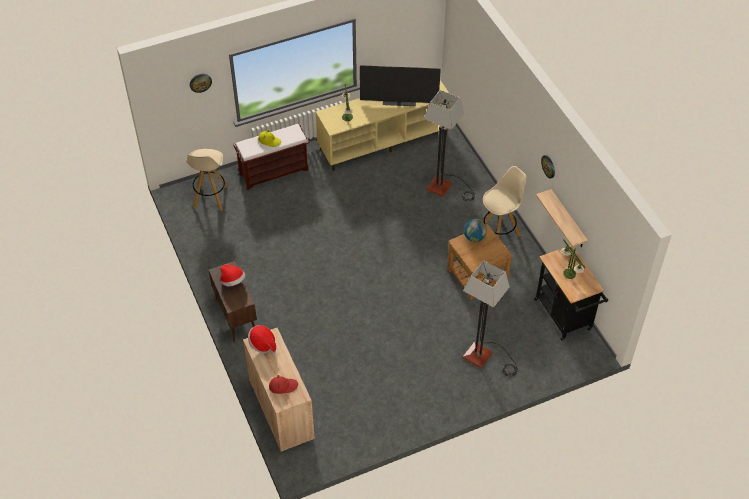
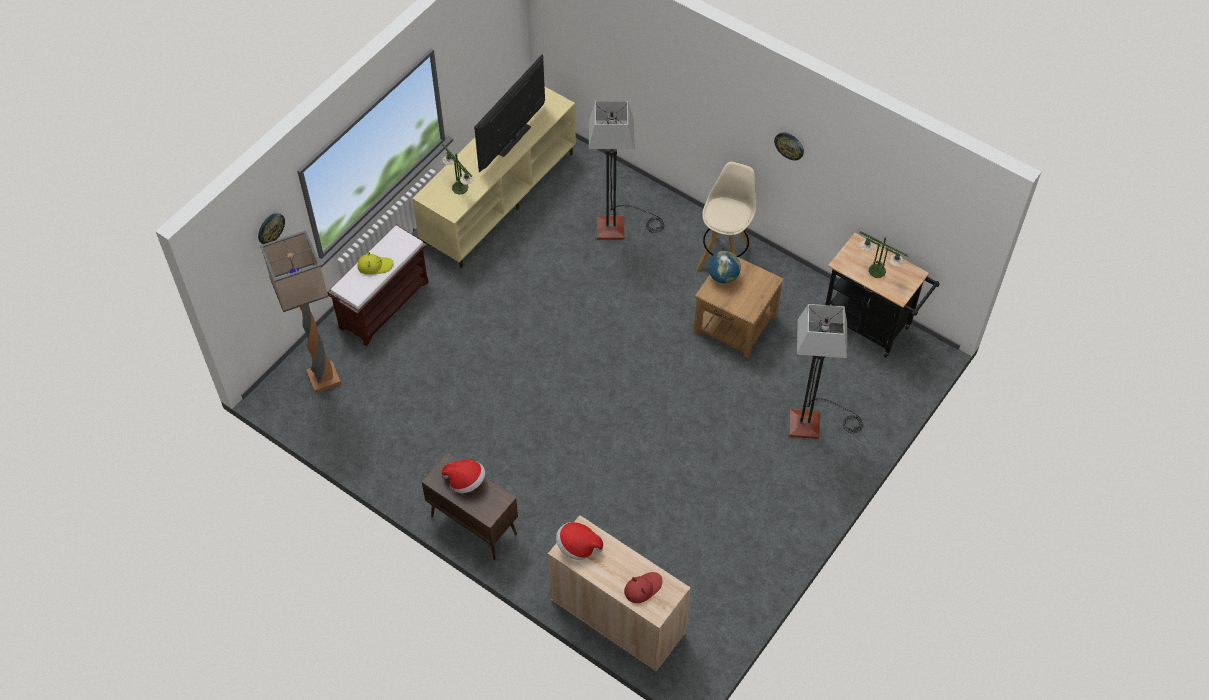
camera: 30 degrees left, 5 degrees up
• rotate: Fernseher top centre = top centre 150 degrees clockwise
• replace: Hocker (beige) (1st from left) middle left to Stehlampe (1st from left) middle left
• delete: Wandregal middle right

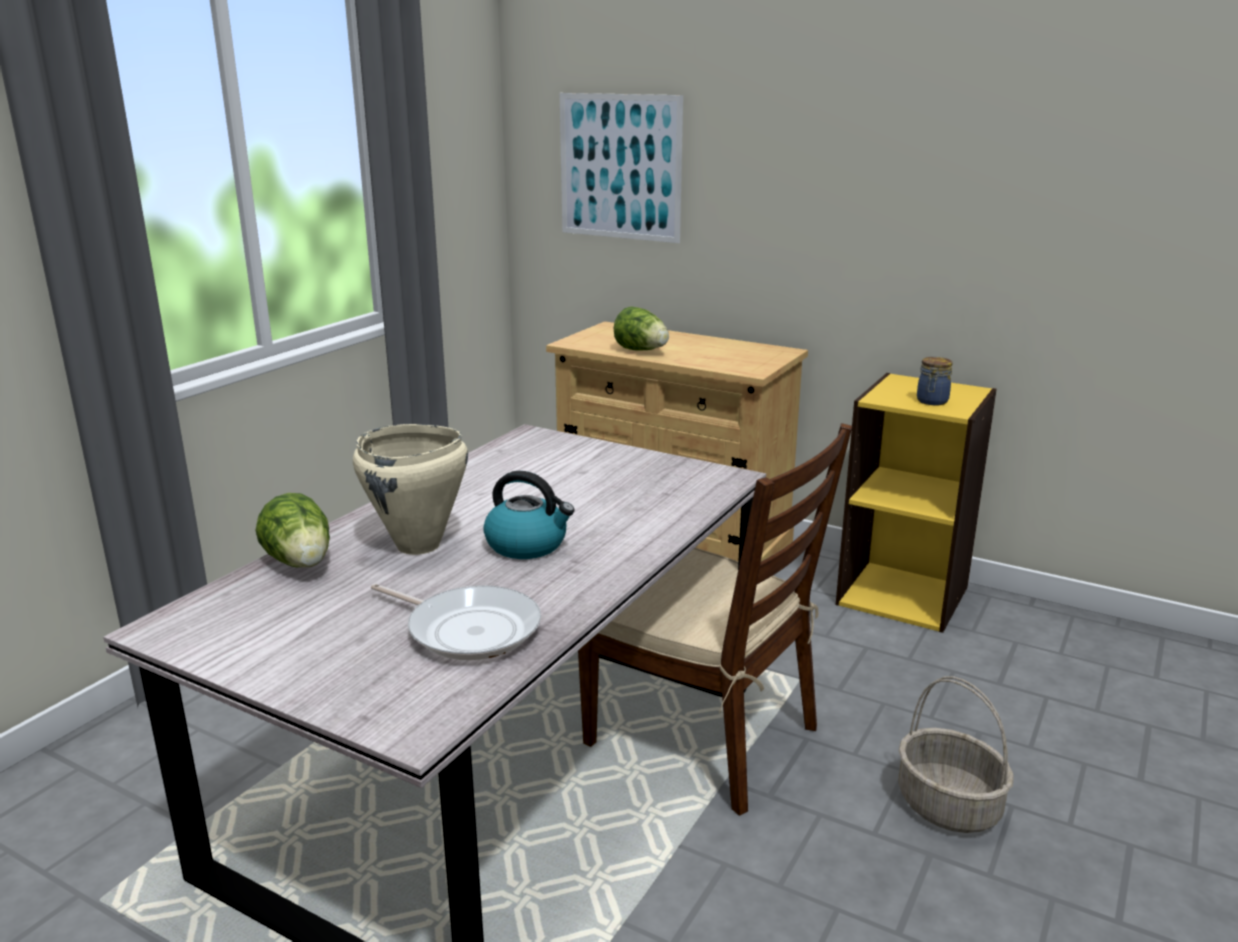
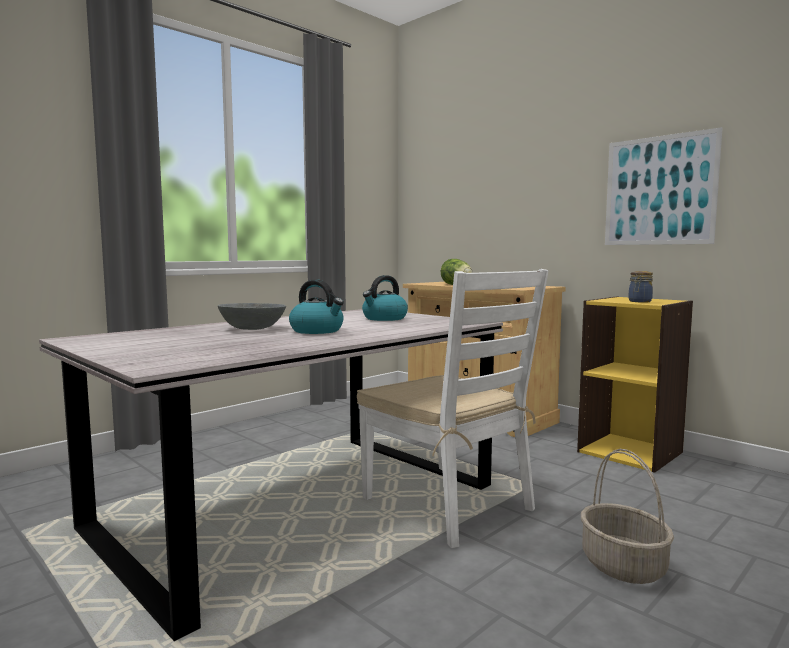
camera: 15 degrees right, 15 degrees down
• move: Bild top centre to top right
• recolor: Stuhl (braun) centre to Stuhl (weiß) centre
• replace: Kochtopf (beige) middle left to Schüssel (grau) middle left
• delete: Salatkopf (1st from left) middle left
• delete: Pfanne centre
• insert: Wasserkessel (2nd from left) centre

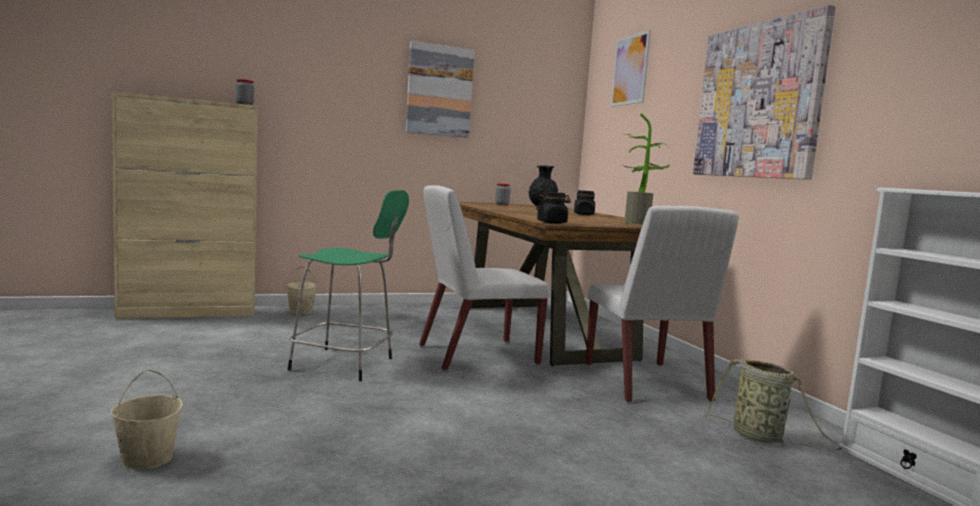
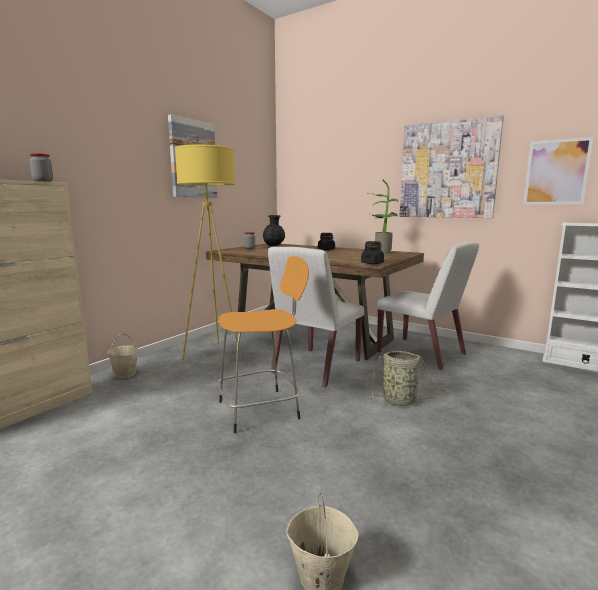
camera: 35 degrees left, 5 degrees up
• move: Bild (2nd from left in the first image) top centre to Bild (3rd from left) top right
• recolor: Hocker (grün) centre to Hocker (orange) centre
• move: Korb bottom right to middle right
• insert: Stehlampe (gelb) centre

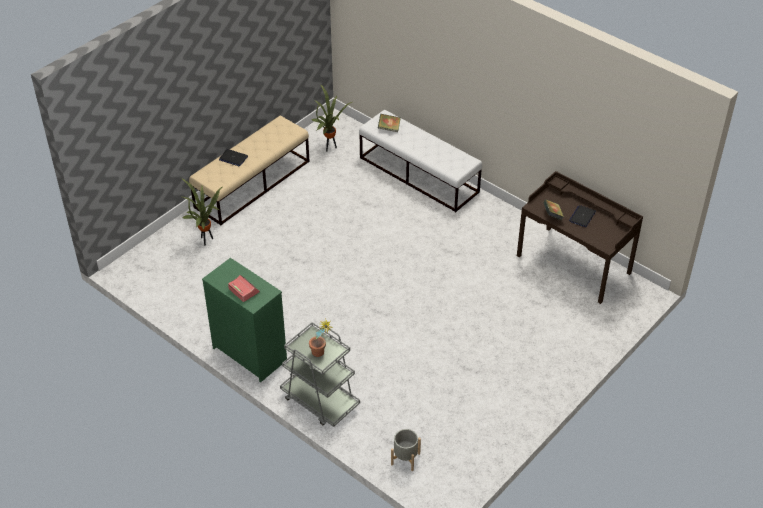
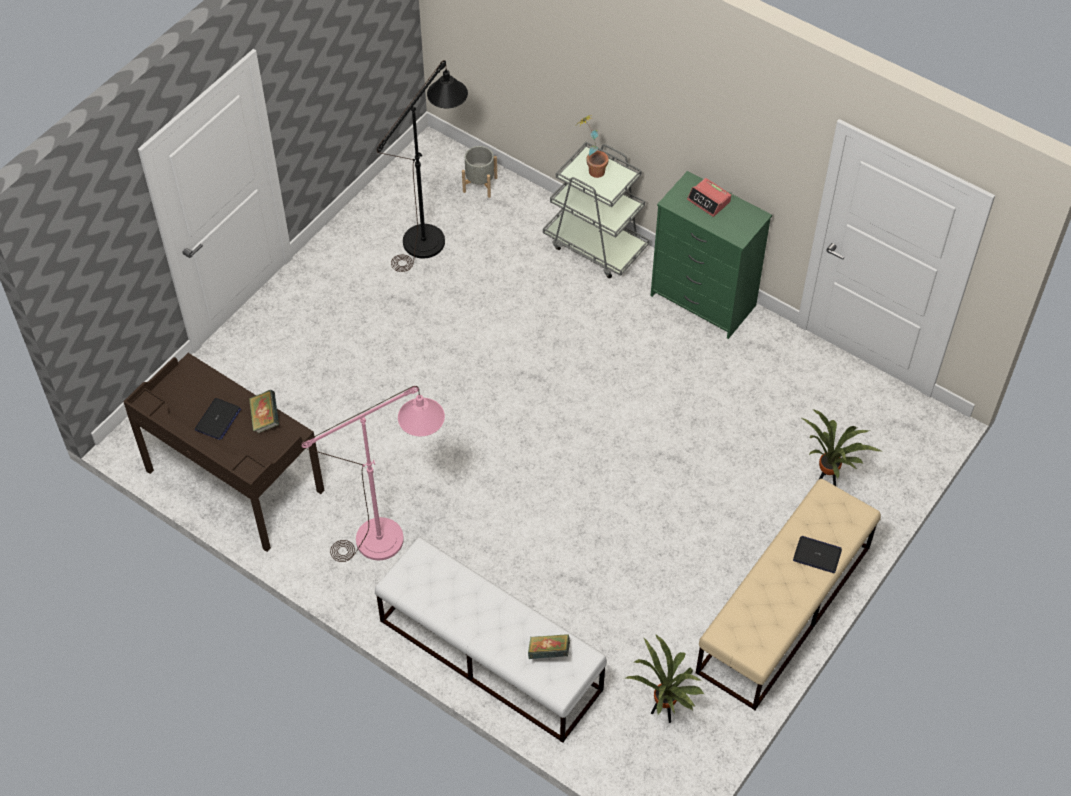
camera: 175 degrees right, 10 degrees up
• insert: Stehlampe (schwarz) top centre
• insert: Stehlampe (rosa) centre

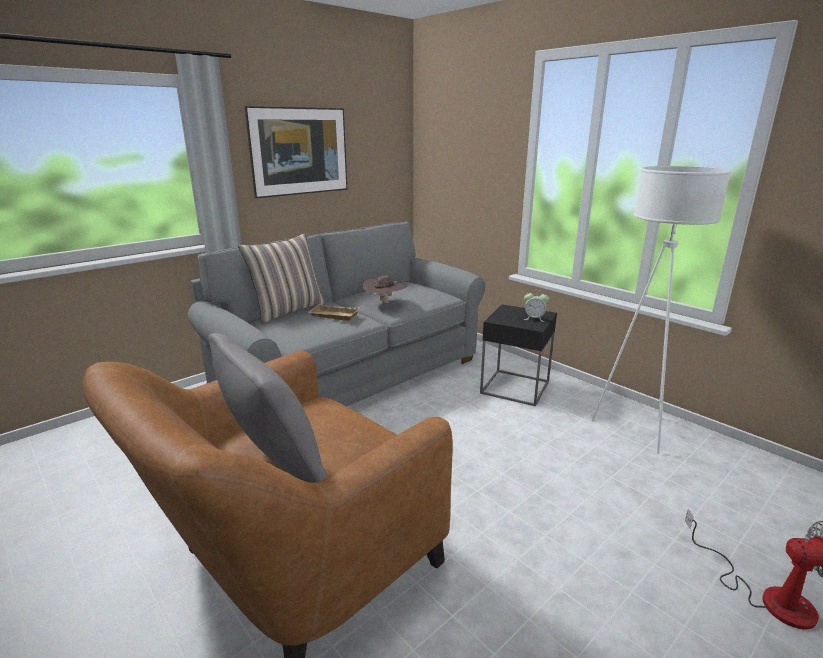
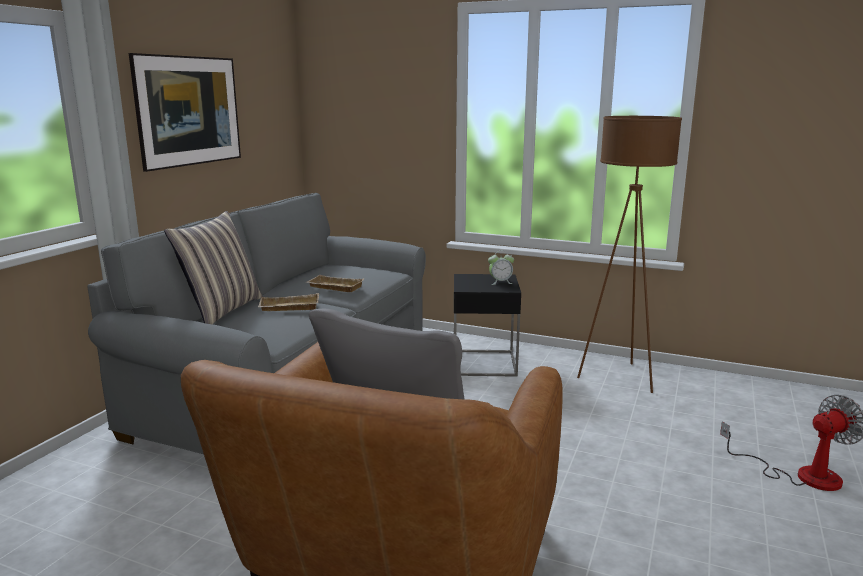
camera: 25 degrees left, 5 degrees down
• recolor: Stehlampe (weiß) middle right to Stehlampe (braun) middle right
• replace: Hut (braun) centre to Tablett (beige) (2nd from left) centre

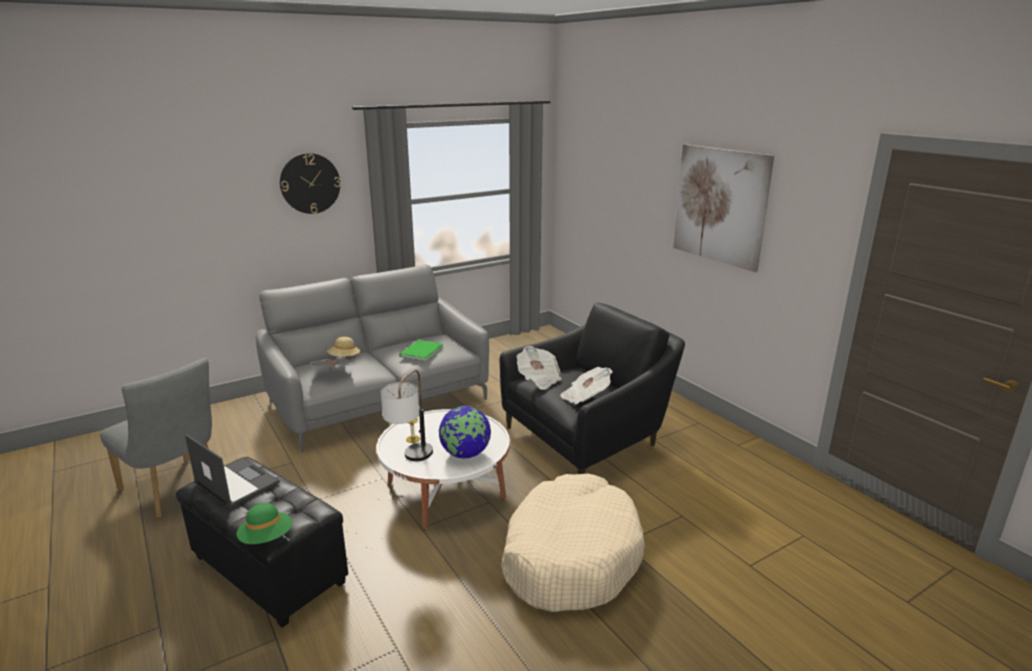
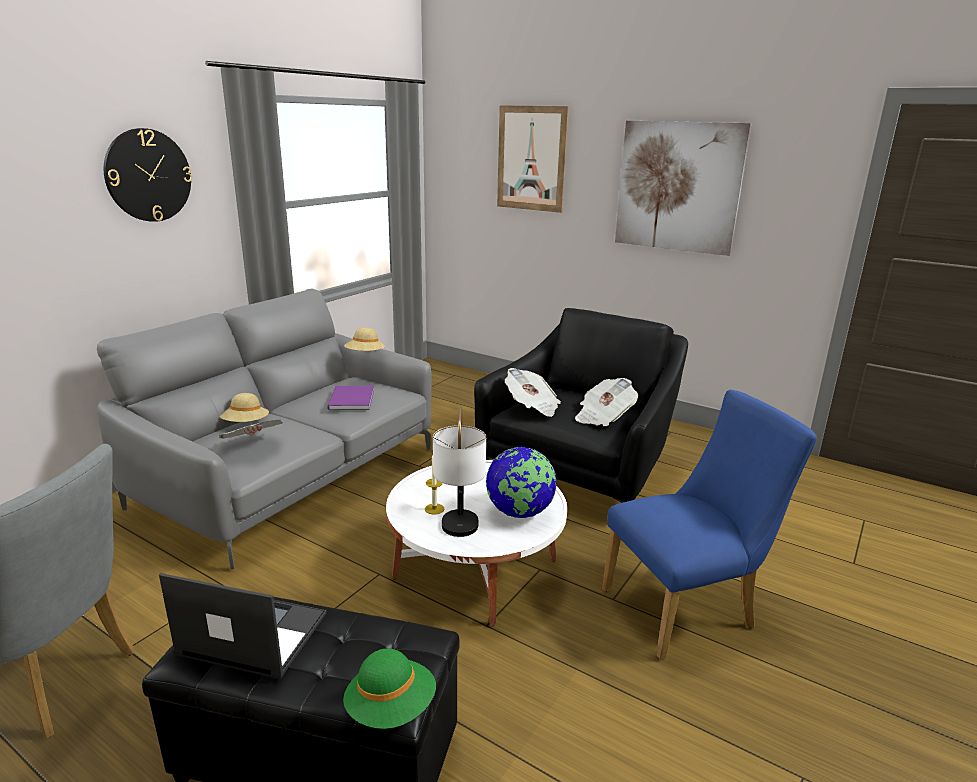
camera: 25 degrees left, 0 degrees up
• recolor: Buch (grün) centre to Buch (lila) centre
• replace: Hundebett (beige) bottom centre to Stuhl (blau) bottom right
• insert: Bild (1st from left) top centre
• insert: Hut (beige) (2nd from left) centre

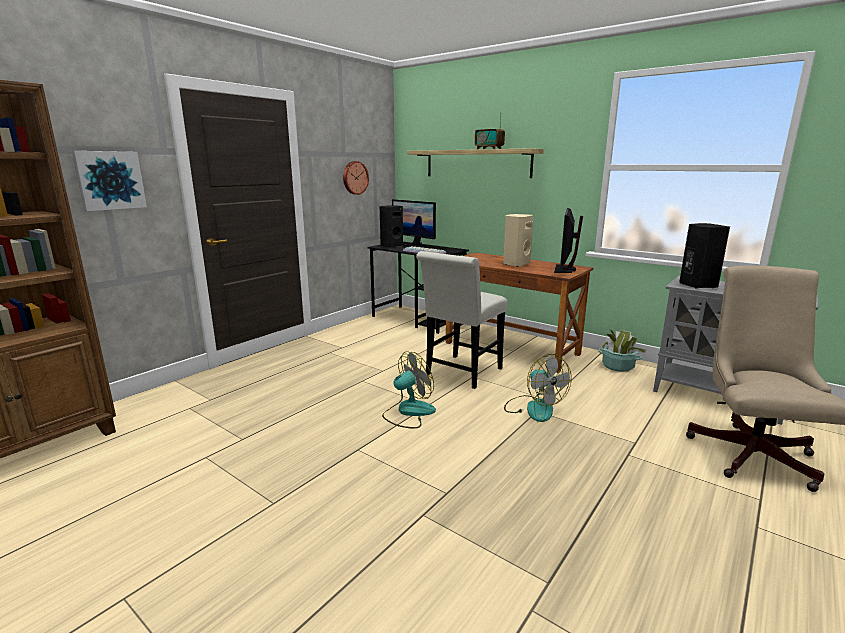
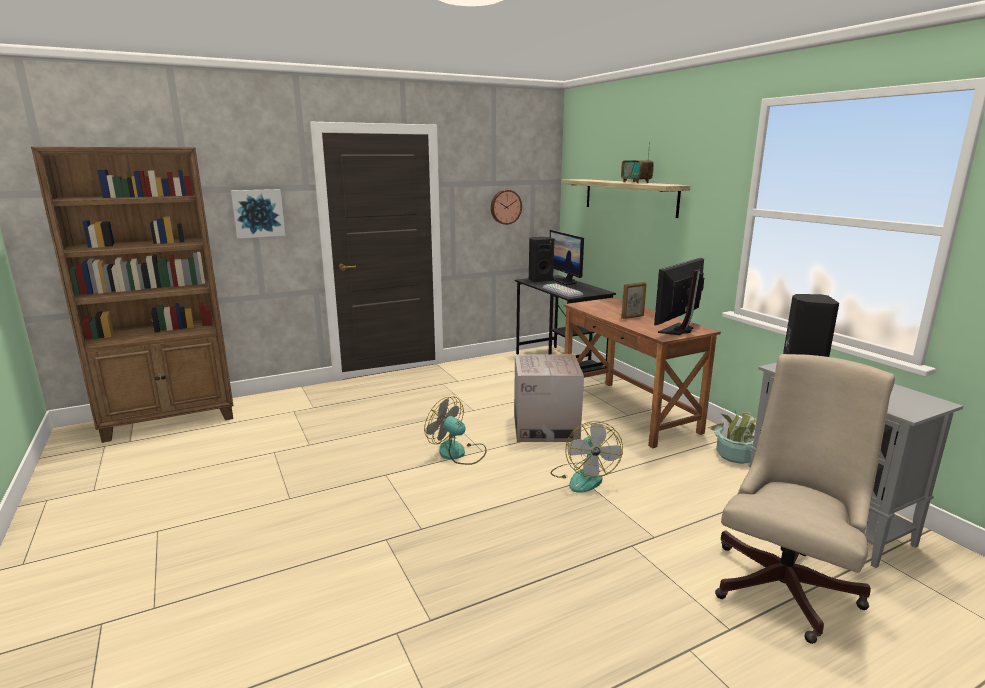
camera: 25 degrees right, 0 degrees up
• replace: Lautsprecher (beige) centre to Bilderrahmen centre
• replace: Stuhl (weiß) centre to Karton centre
• rotate: Ventilator (1st from left) centre = centre 135 degrees counterclockwise

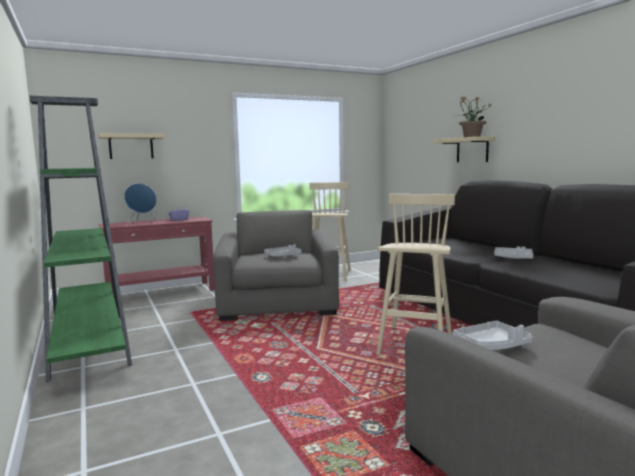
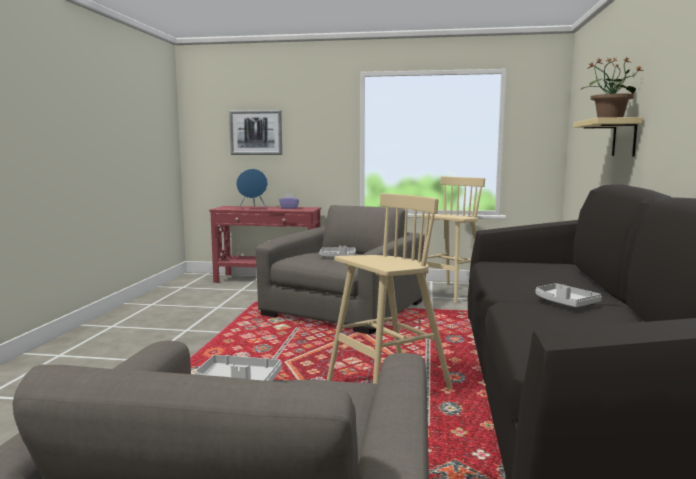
camera: 35 degrees right, 0 degrees up
• delete: Bücherregal (grün) middle left
• replace: Wandregal (beige) (1st from left) top left to Bild top centre

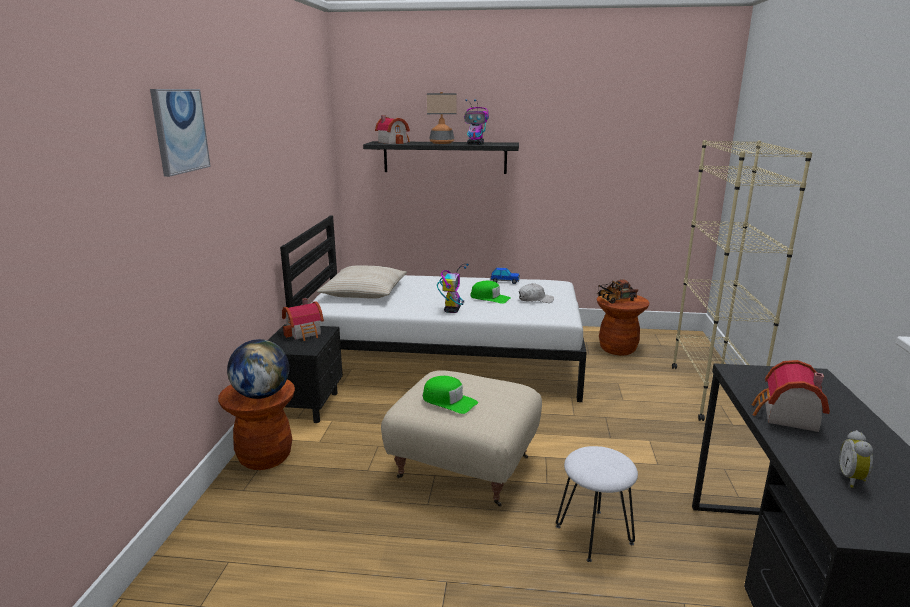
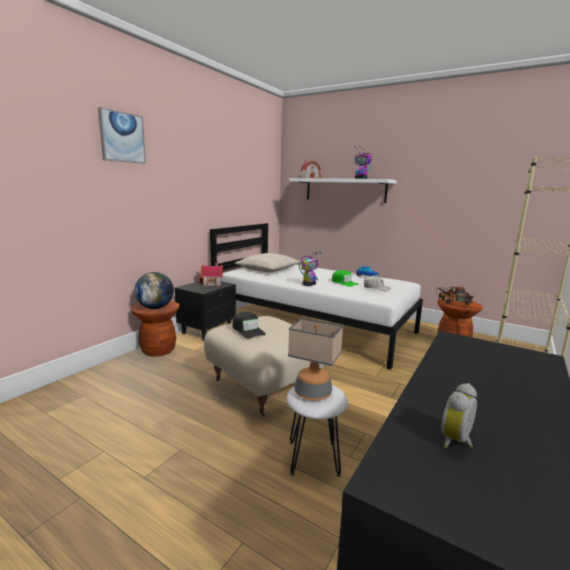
camera: 25 degrees right, 5 degrees down
• move: Tischlampe top centre to centre
• recolor: Wandregal (schwarz) top centre to Wandregal (weiß) centre
• delete: Spielzeughaus (3rd from left) middle right
• recolor: Kappe (grün) (1st from left) centre to Kappe (schwarz) centre

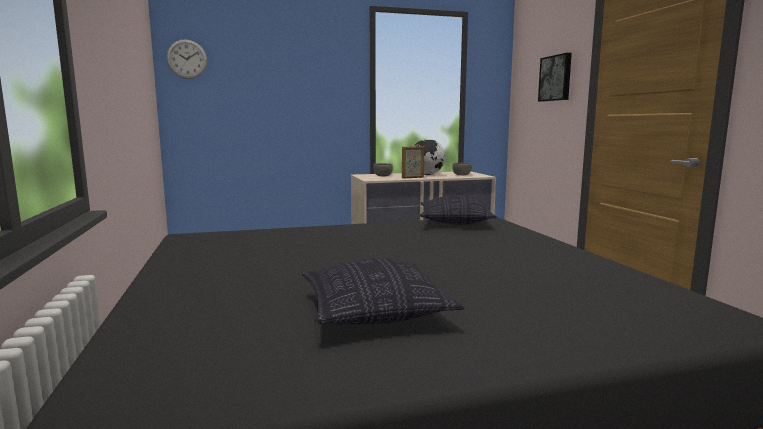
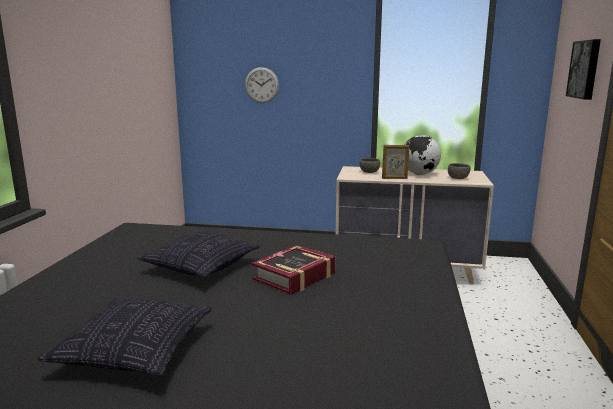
camera: 25 degrees right, 5 degrees up
• move: Wanduhr top left to top centre
• move: Kissen (2nd from left) centre to middle left
• insert: Buch centre

